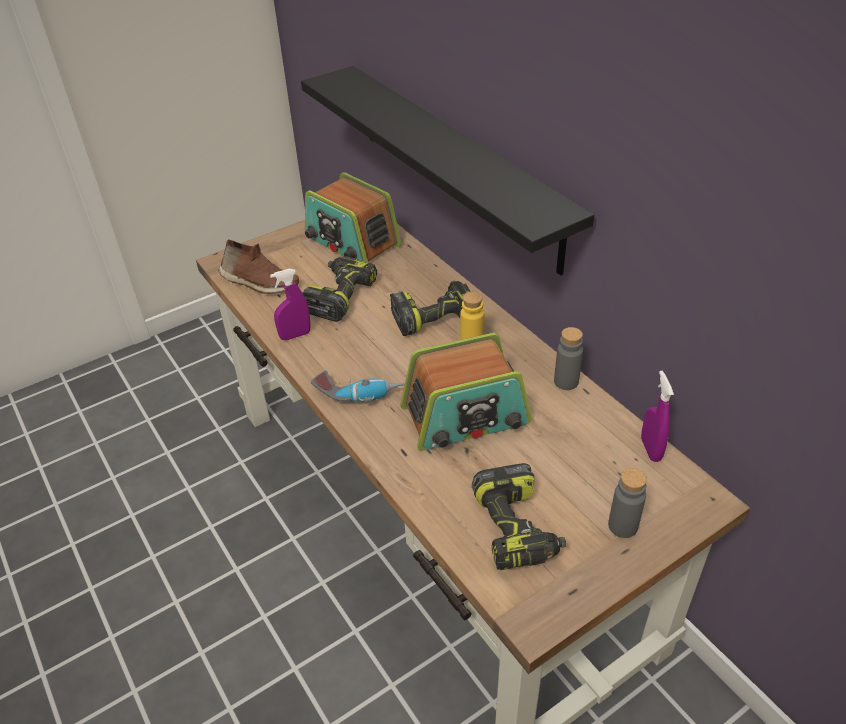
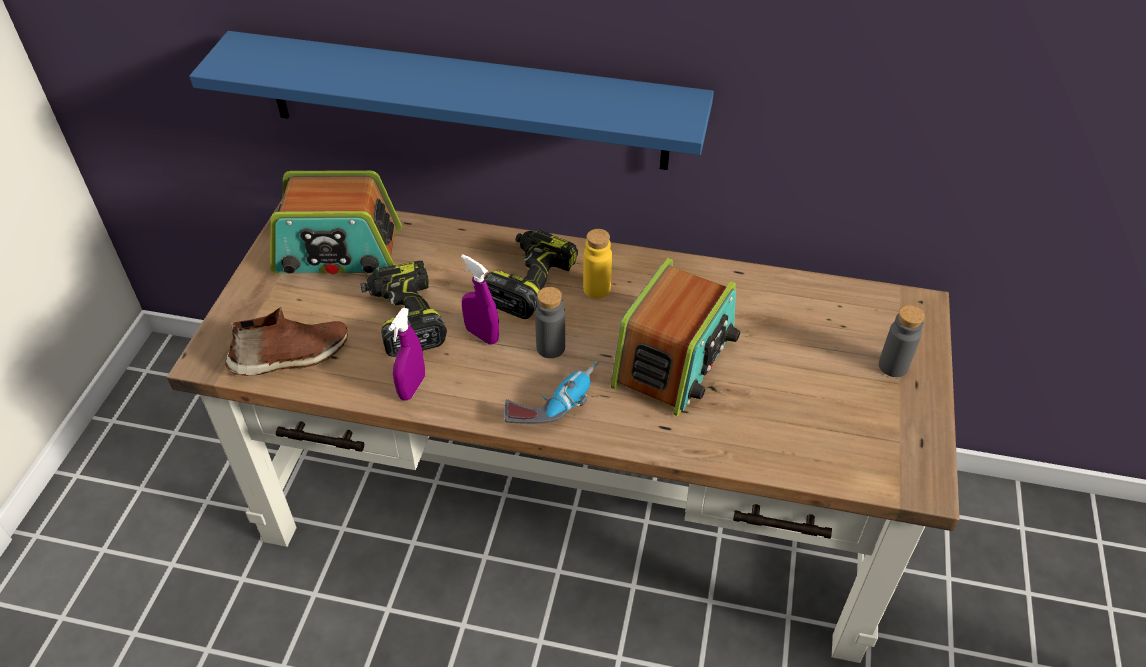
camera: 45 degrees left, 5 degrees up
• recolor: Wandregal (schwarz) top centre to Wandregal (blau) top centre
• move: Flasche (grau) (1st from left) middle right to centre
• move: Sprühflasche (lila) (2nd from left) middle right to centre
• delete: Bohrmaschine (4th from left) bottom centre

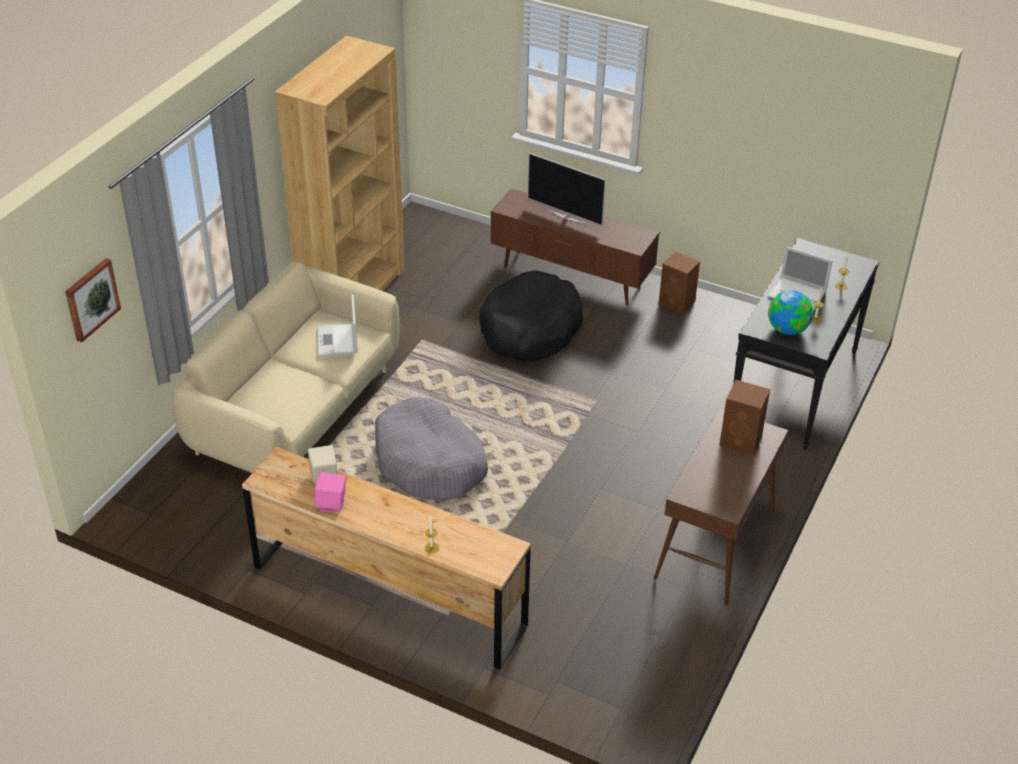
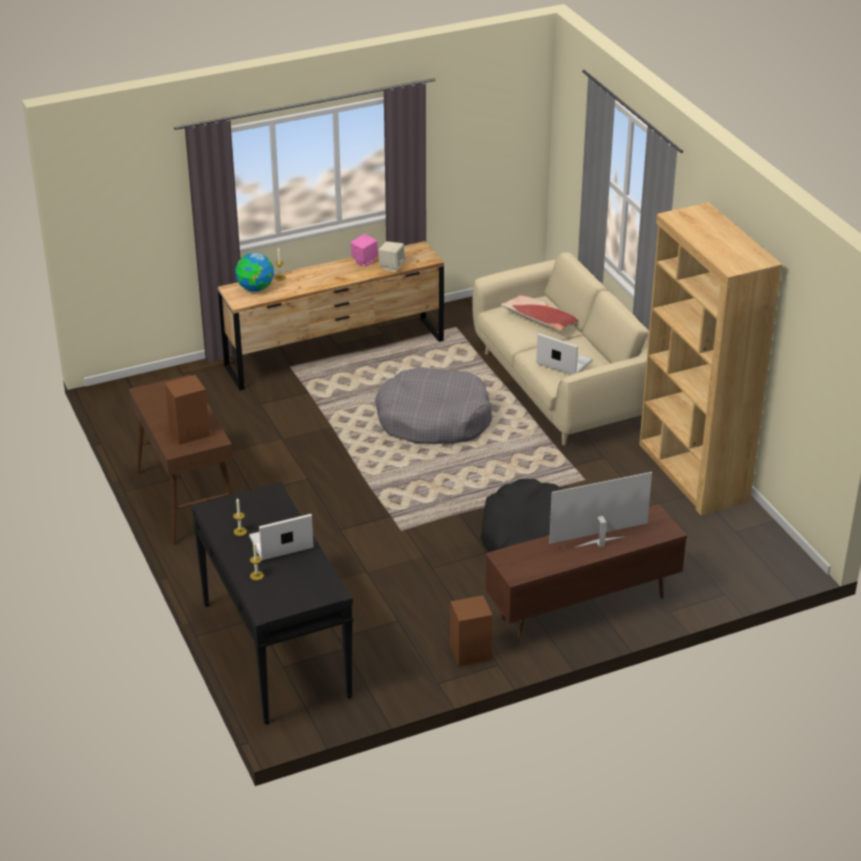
camera: 130 degrees right, 5 degrees down
• delete: Bild middle left
• move: Globus middle right to top left
• insert: Kissen centre

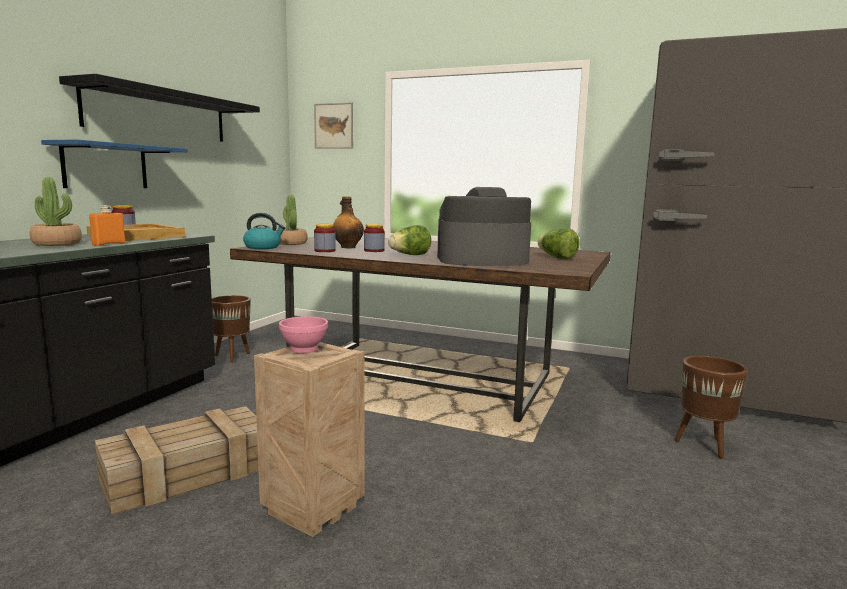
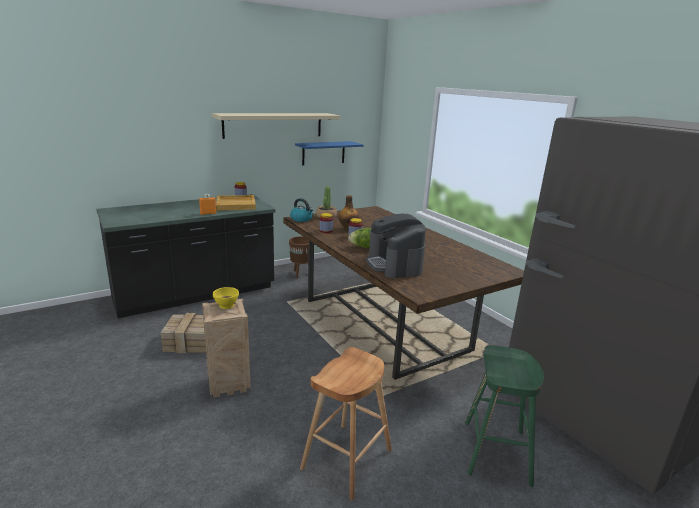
camera: 35 degrees right, 10 degrees up
• recolor: Wandregal (schwarz) top left to Wandregal (beige) top centre
• delete: Bild top centre
• move: Wandregal (blau) top left to top centre
• delete: Topfpflanze (1st from left) middle left
• rotate: Kaffeemaschine centre = centre 135 degrees counterclockwise
• delete: Salatkopf (2nd from left) centre
• recolor: Schüssel (rosa) centre to Schüssel (gelb) middle left
• replace: Pflanzkübel (braun) (2nd from left) bottom right to Hocker (grün) bottom right
• insert: Hocker (braun) bottom centre

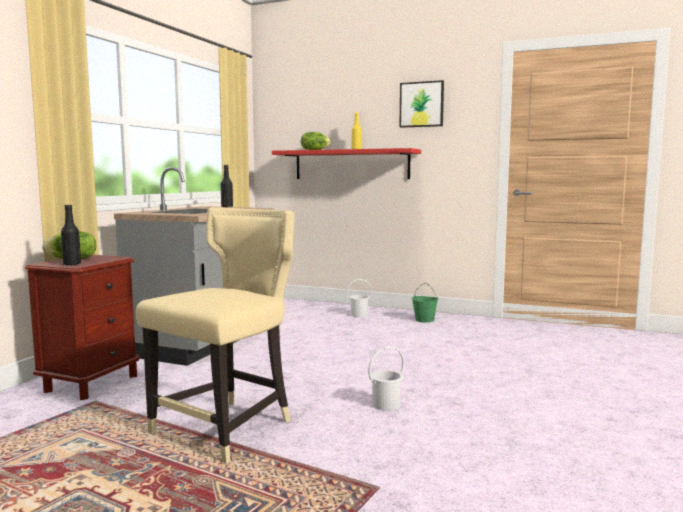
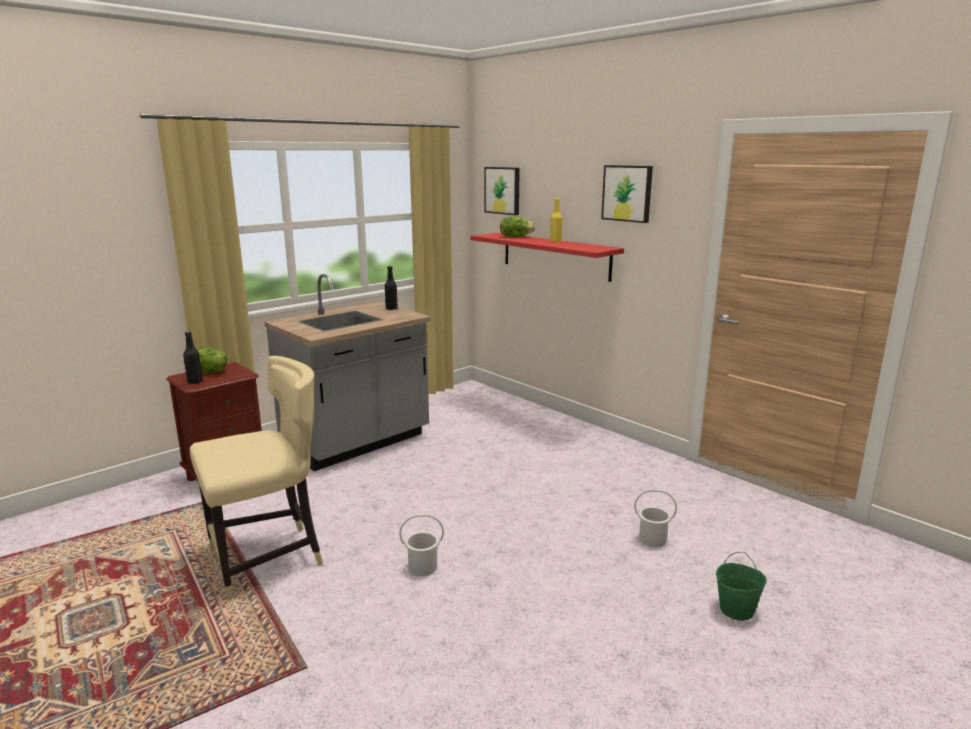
camera: 25 degrees right, 10 degrees up
• move: Eimer (weiß) (1st from left in the first image) centre to Eimer (weiß) (2nd from left) bottom right
• move: Eimer (grün) centre to bottom right
• insert: Bild (1st from left) top centre

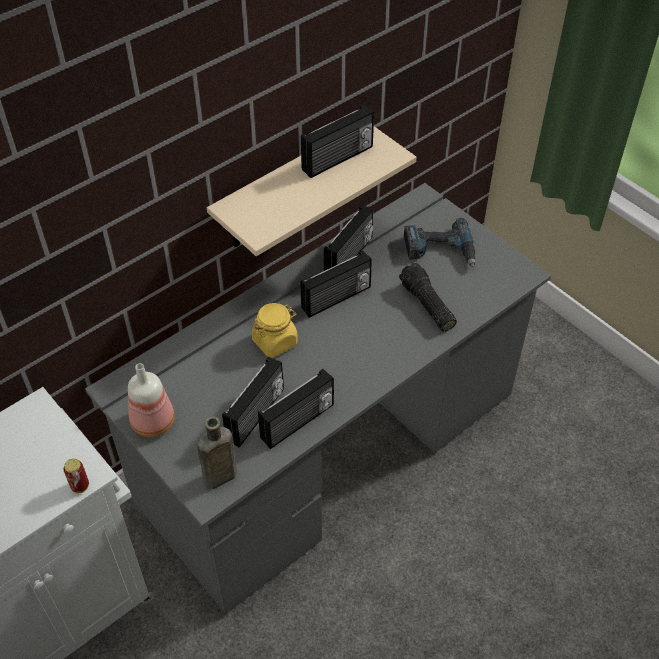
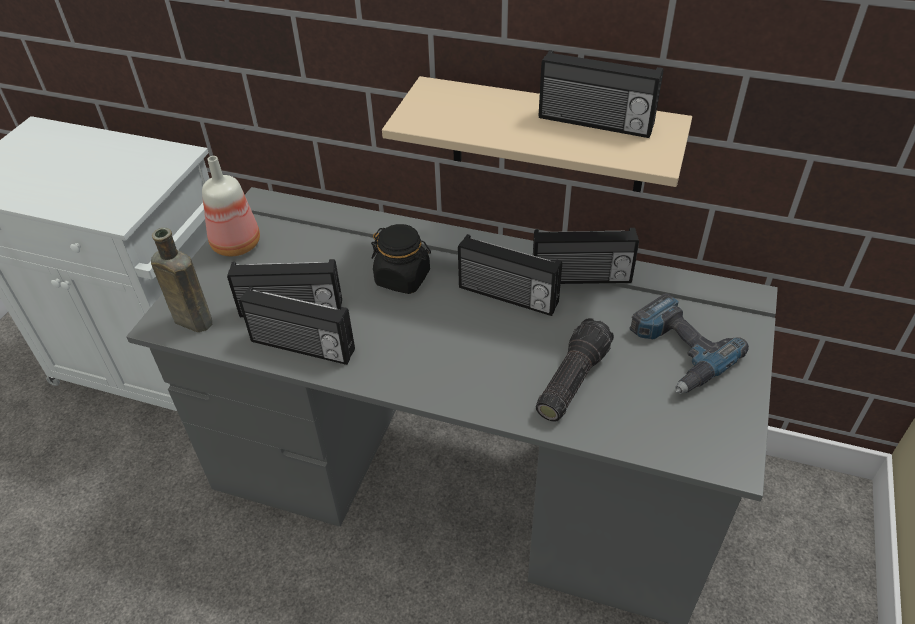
camera: 60 degrees right, 5 degrees down
• recolor: Vorratsglas (gelb) centre to Vorratsglas (schwarz) centre
• delete: Dose bottom left

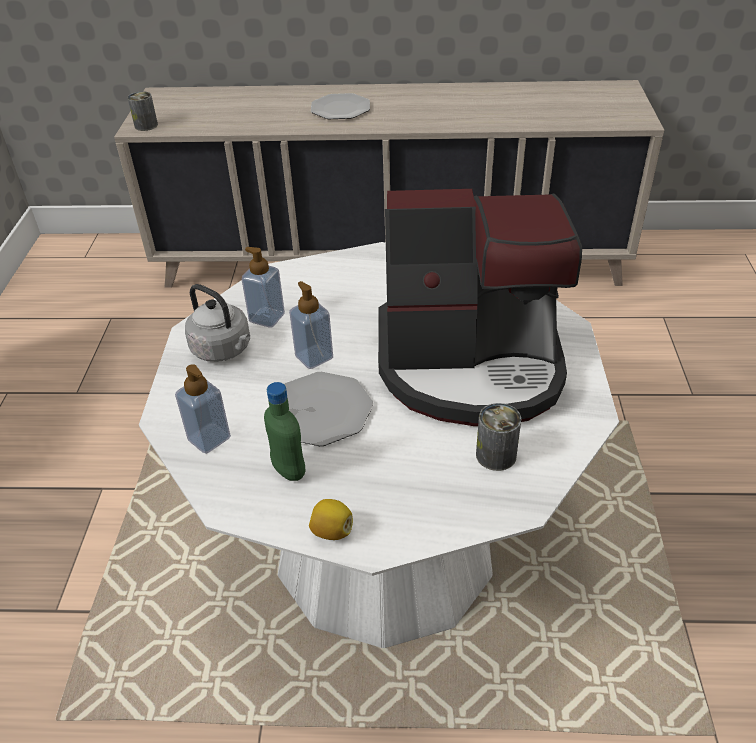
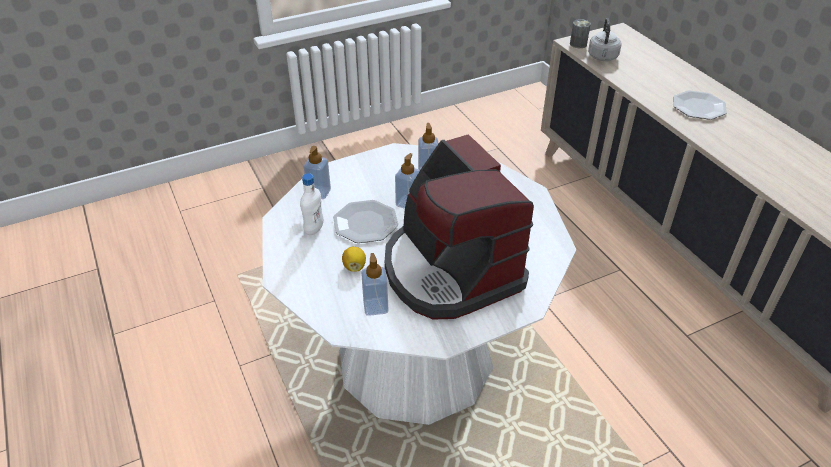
camera: 60 degrees right, 0 degrees up
• move: Wasserkessel (grau) middle left to top right
• recolor: Flasche (grün) centre to Flasche (weiß) centre
• replace: Dose (2nd from left) centre to Seifenspender (2nd from left) centre
• move: Zitrone bottom centre to centre

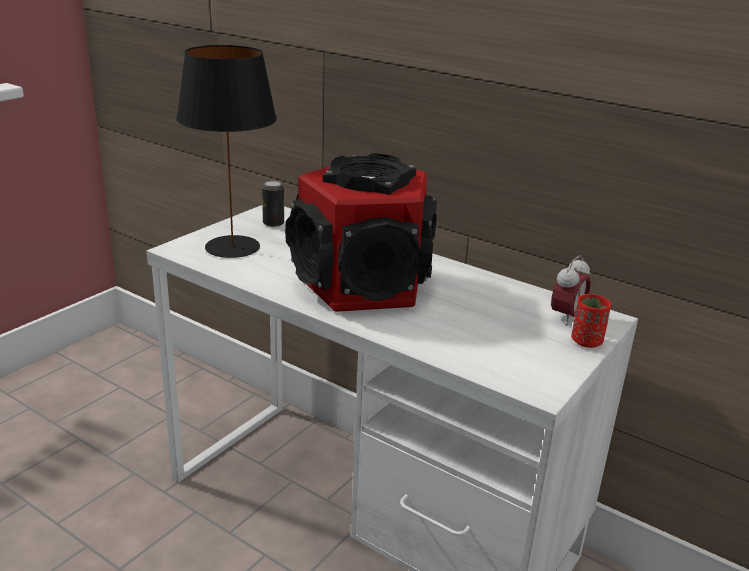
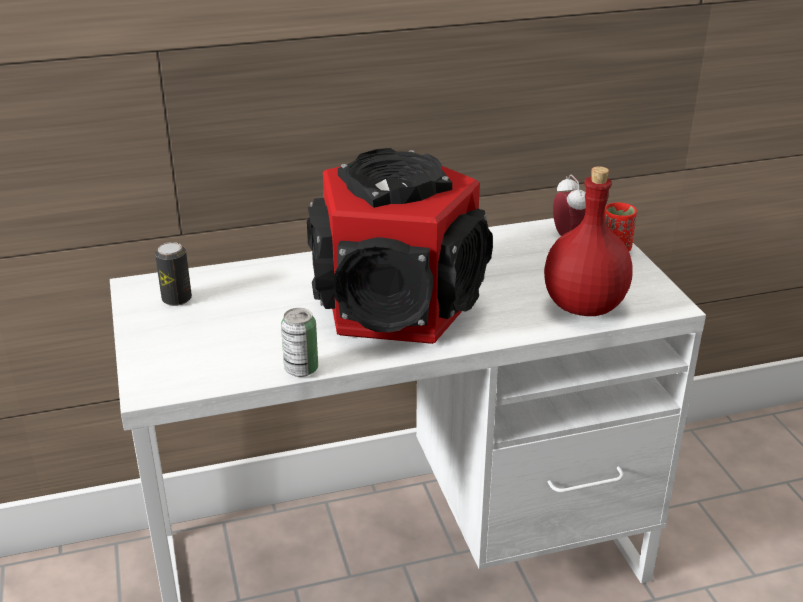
camera: 50 degrees left, 5 degrees up
• delete: Tischlampe (schwarz) top left
• insert: Flasche (rot) middle right
• insert: Dose (2nd from left) centre

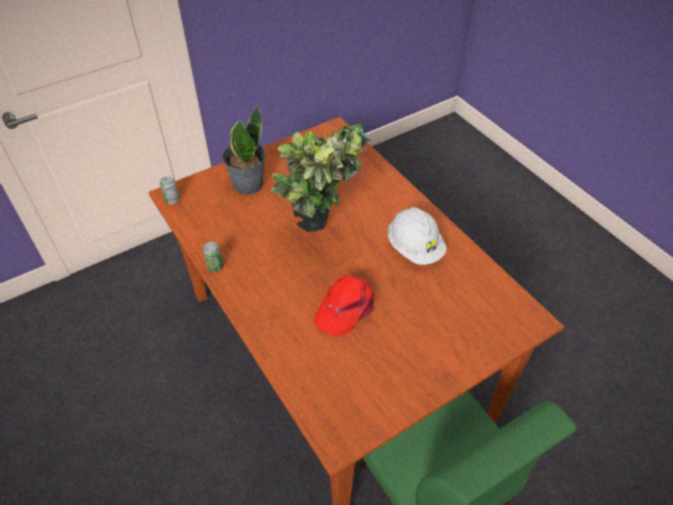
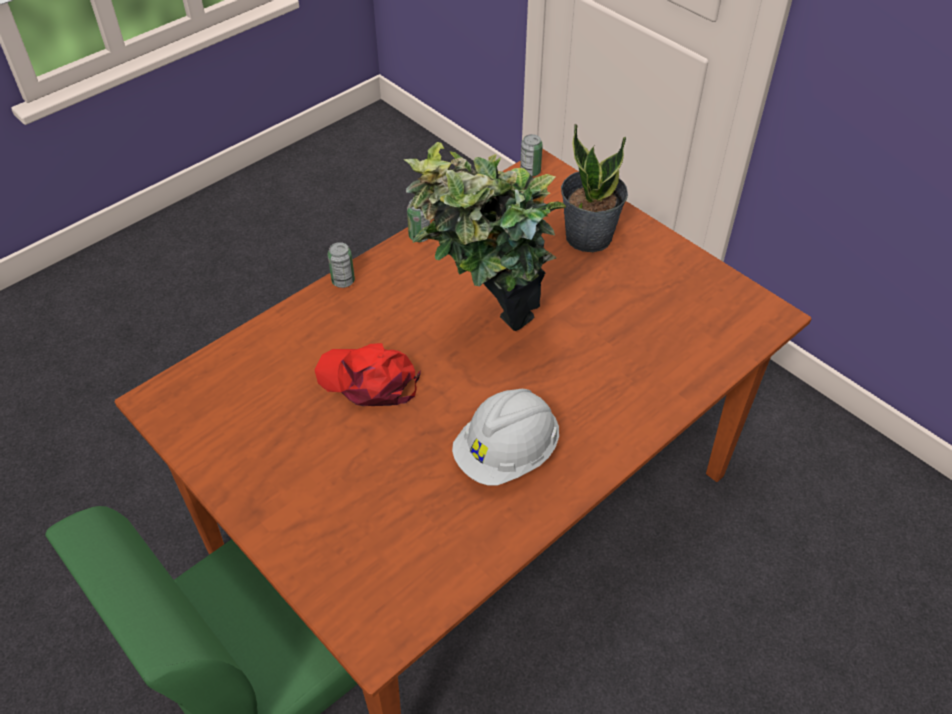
camera: 80 degrees right, 0 degrees up
• insert: Dose (1st from left) centre

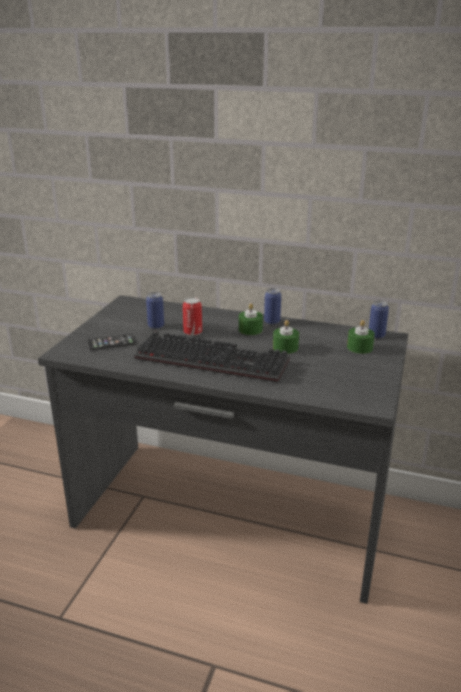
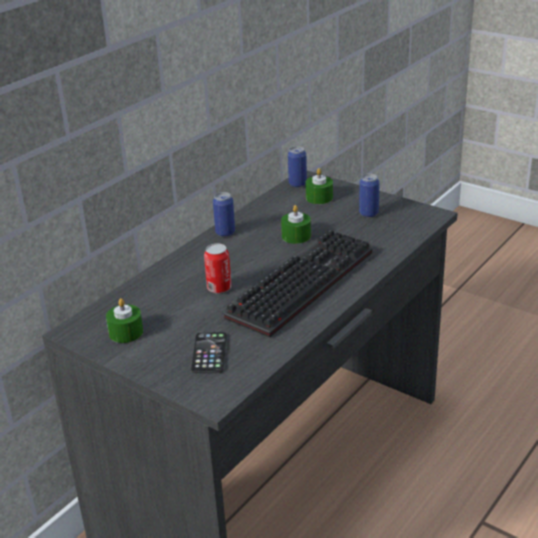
camera: 70 degrees left, 5 degrees up
• move: Dose (1st from left in the first image) centre to Dose (4th from left) middle right
• move: Kerze (grün) (1st from left) centre to middle left

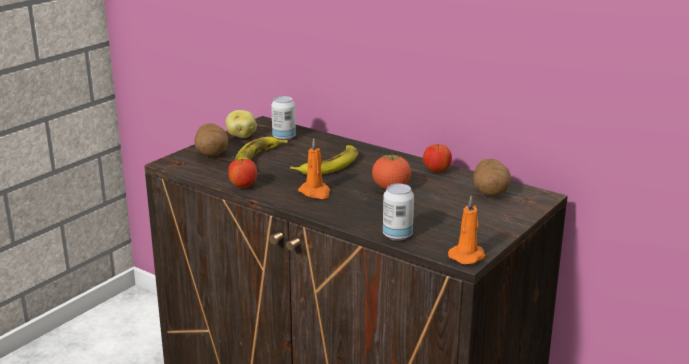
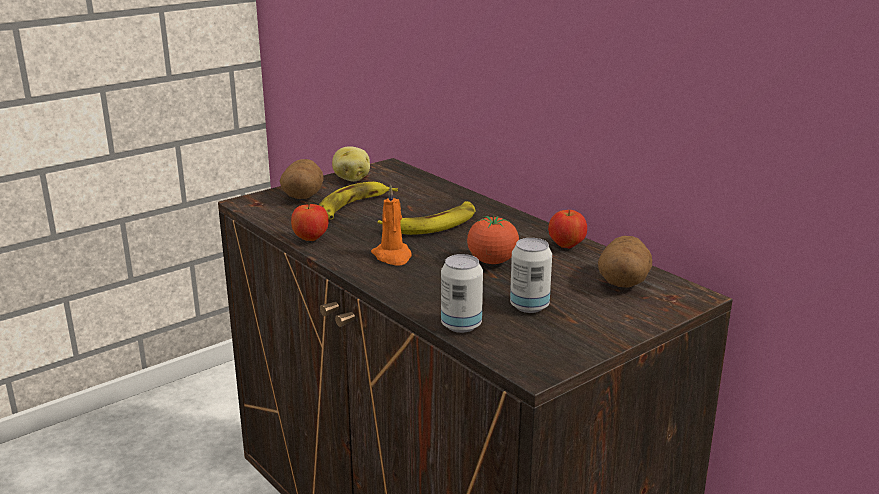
camera: 15 degrees right, 0 degrees up
• move: Dose (1st from left in the first image) top centre to Dose (2nd from left) centre
• delete: Kerze (orange) (2nd from left) middle right

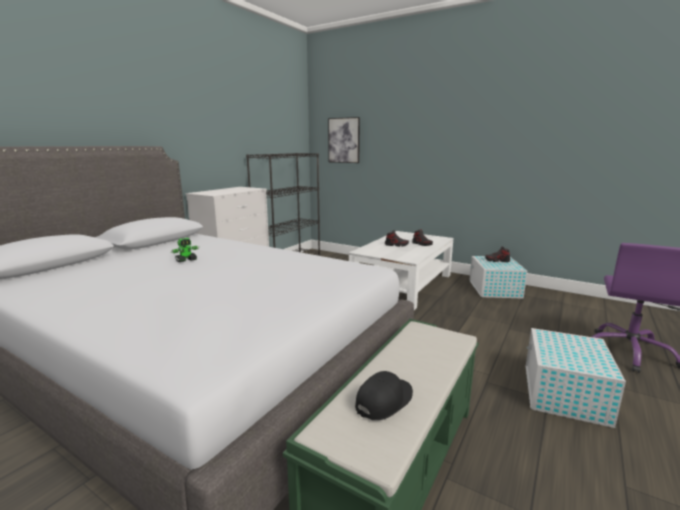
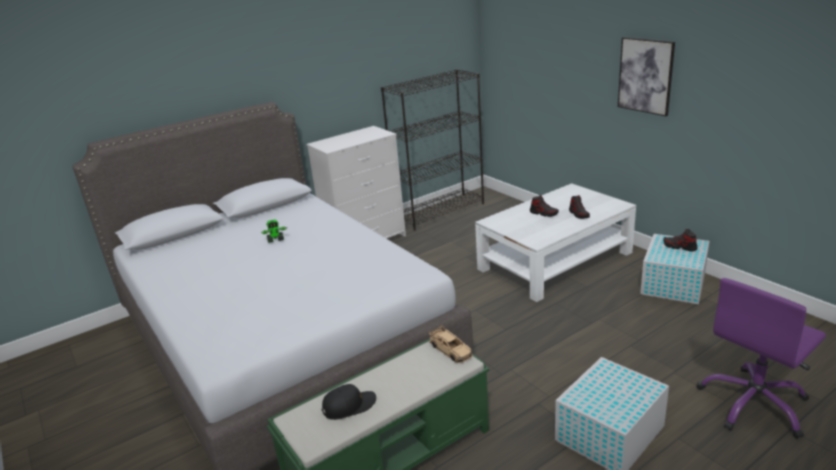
camera: 25 degrees right, 10 degrees up
• move: Bild top centre to top right
• insert: Spielzeugauto (beige) bottom centre

